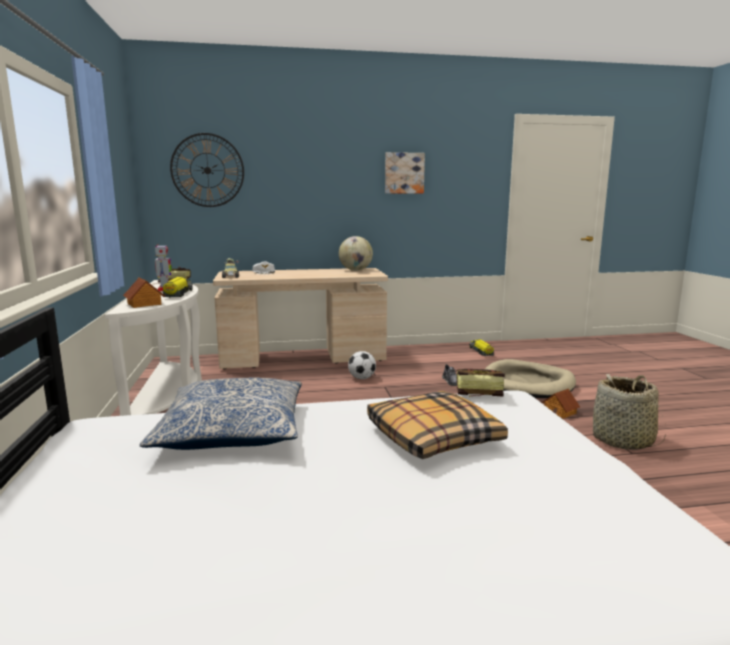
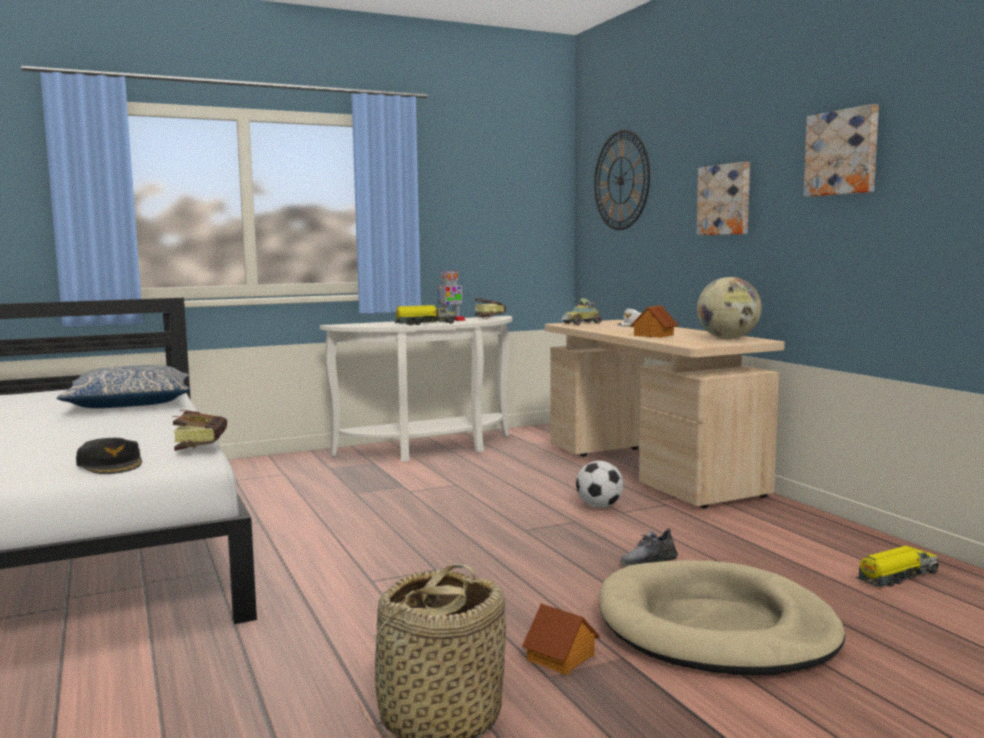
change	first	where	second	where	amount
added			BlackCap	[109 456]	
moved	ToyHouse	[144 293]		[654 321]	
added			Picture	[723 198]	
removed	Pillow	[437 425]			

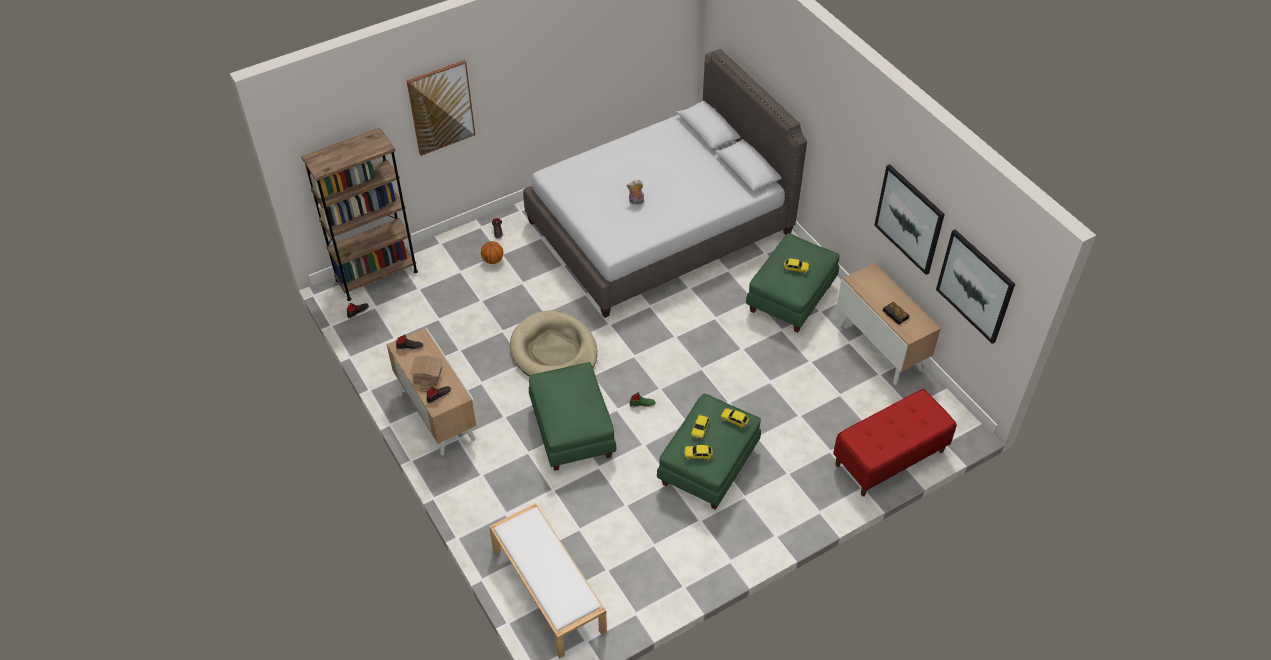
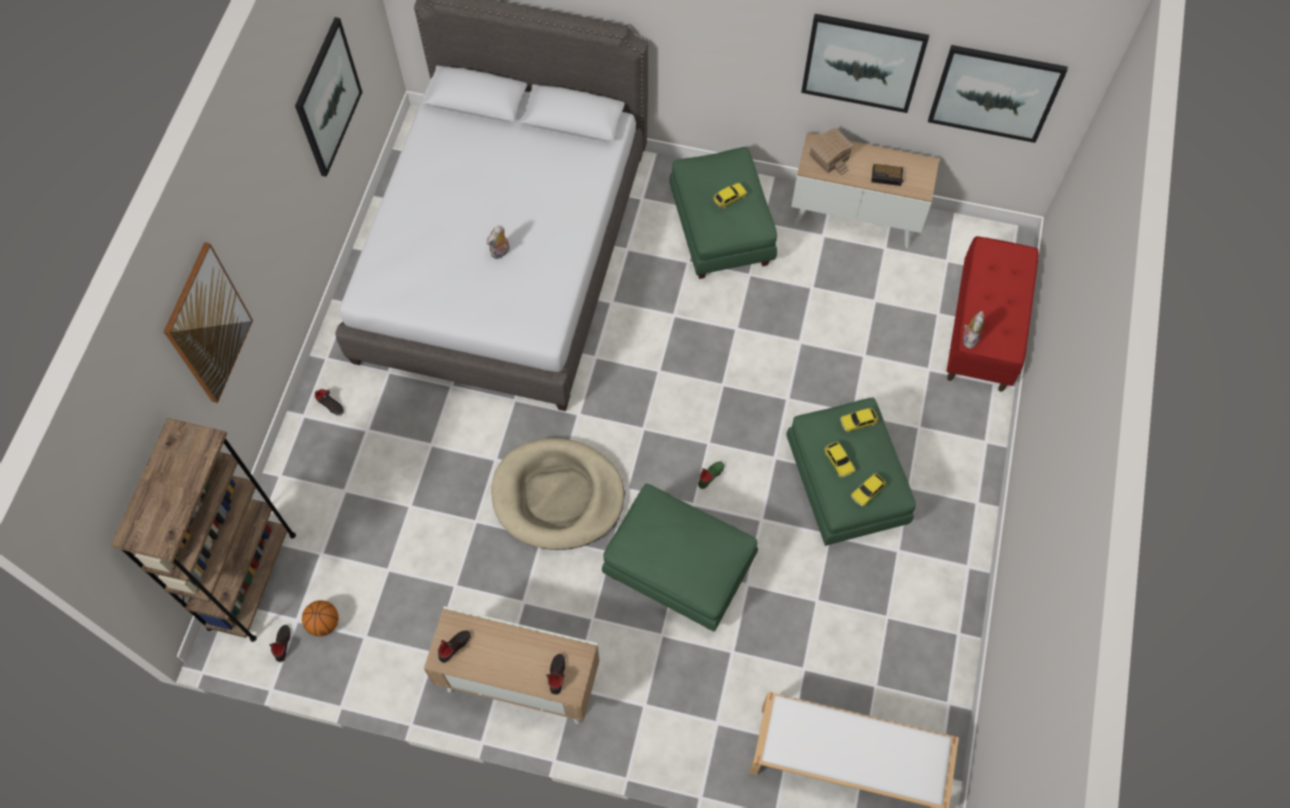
change	first	where	second	where	amount
added			Picture	[328 97]	
moved	Basketball	[492 252]		[320 618]	
moved	ToyHouse	[426 374]		[831 151]	
added			PlushToy	[973 329]	

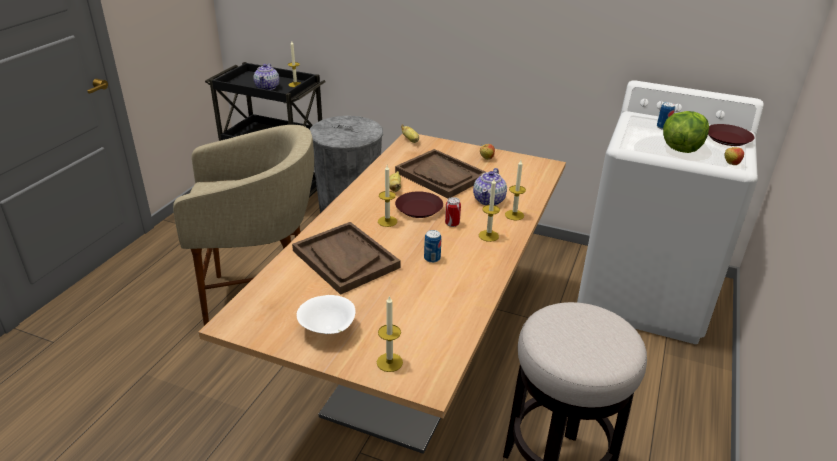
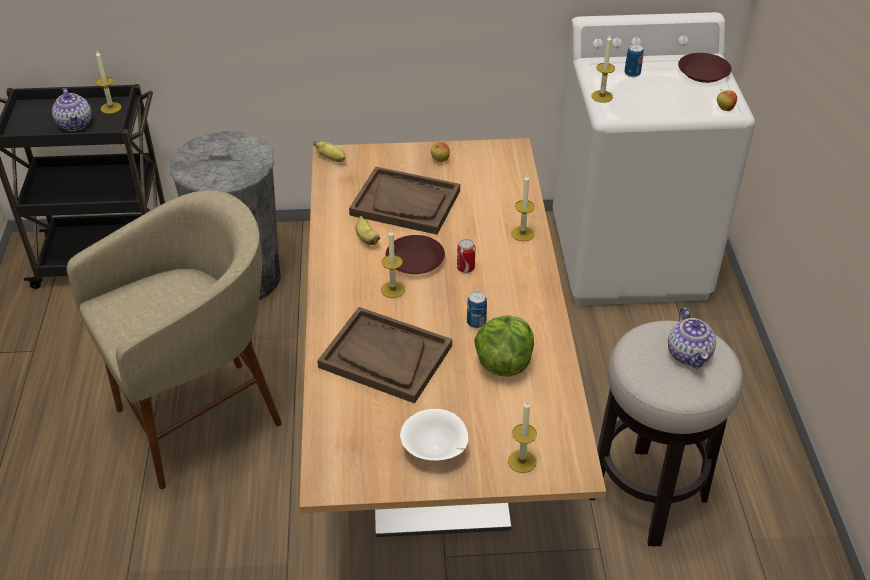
change	first	where	second	where	amount
moved	Lettuce	[686 132]		[504 346]	
moved	Candle	[489 210]		[603 69]	
moved	Teapot	[490 186]		[692 338]	

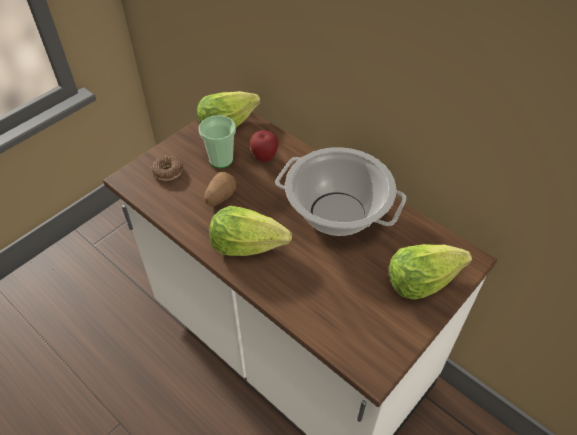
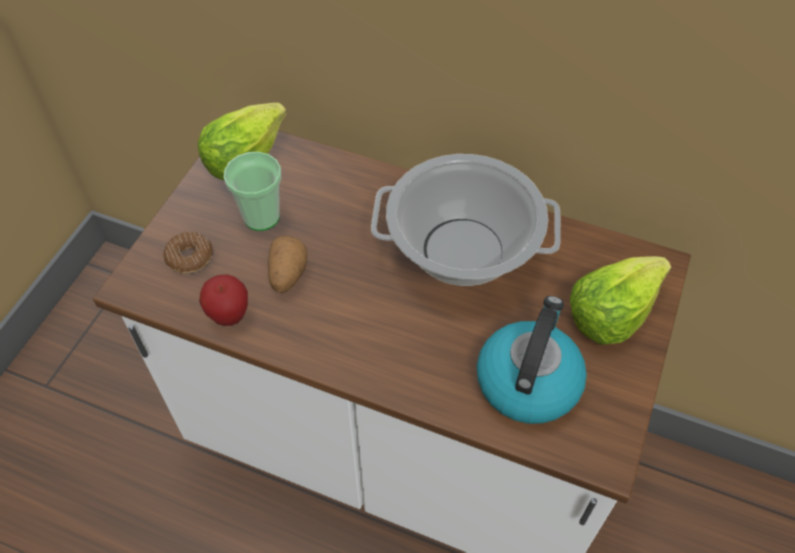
change	first	where	second	where	amount
moved	Apple	[264 146]		[223 300]	
added			Kettle	[532 360]	
removed	Lettuce	[250 231]			

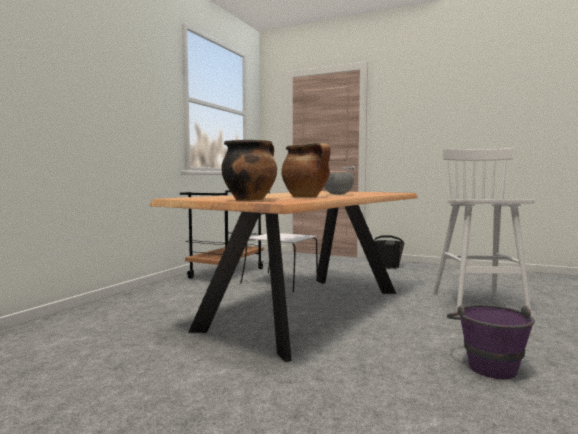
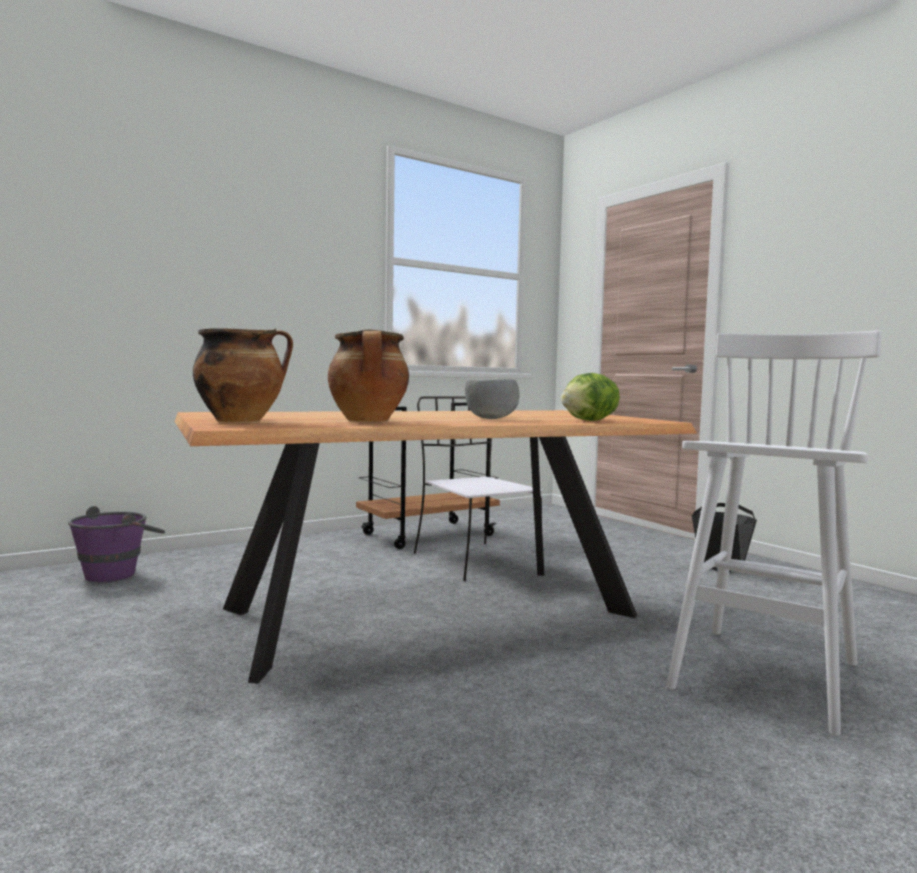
change	first	where	second	where	amount
moved	PurpleBucket	[491 341]		[116 544]	
added			Lettuce	[590 397]	

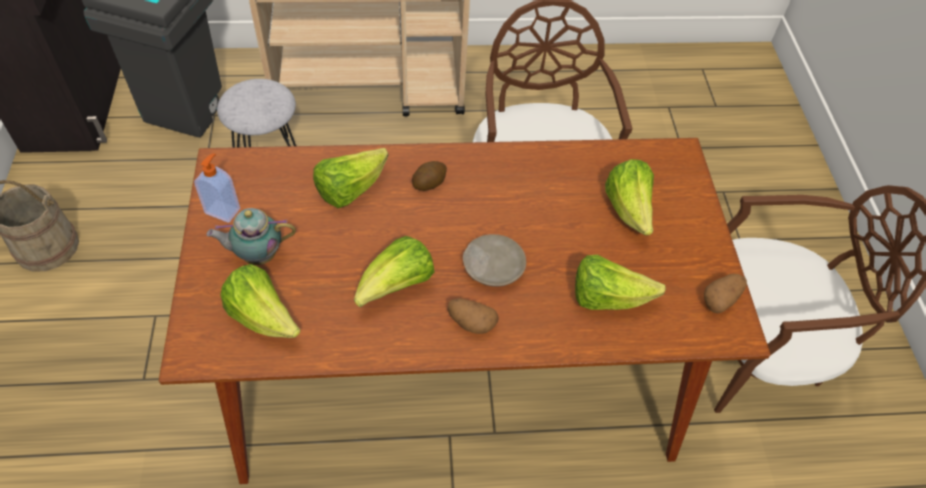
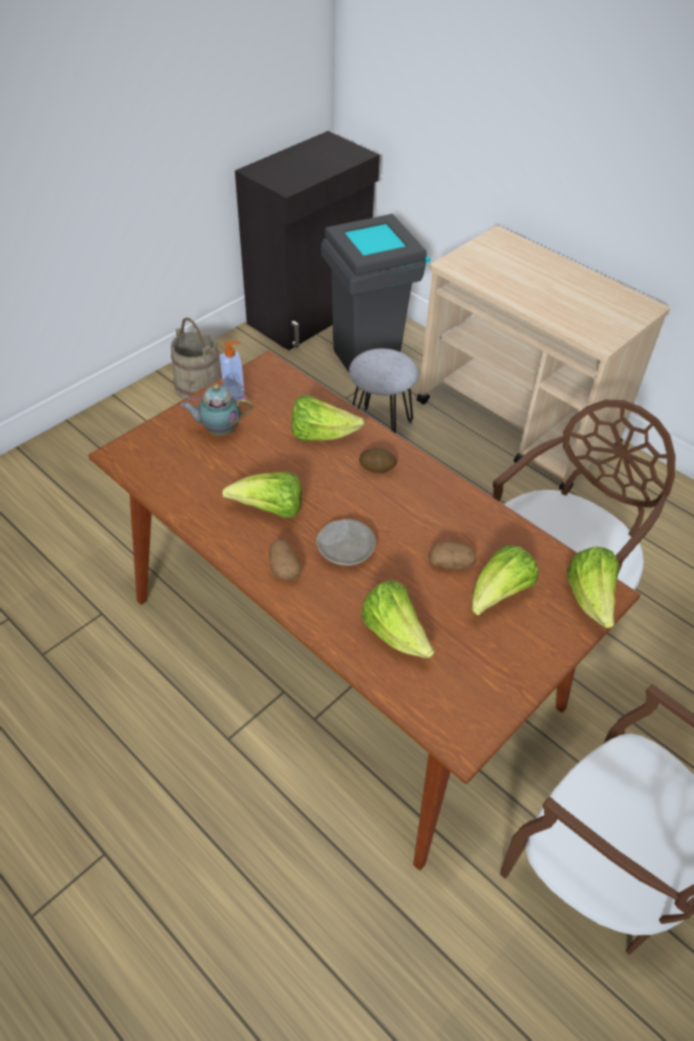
change	first	where	second	where	amount
turned	Teapot	[251 236]		[217 410]	45 degrees counterclockwise
moved	Potato	[725 293]		[452 555]	
moved	Lettuce	[260 301]		[593 587]	

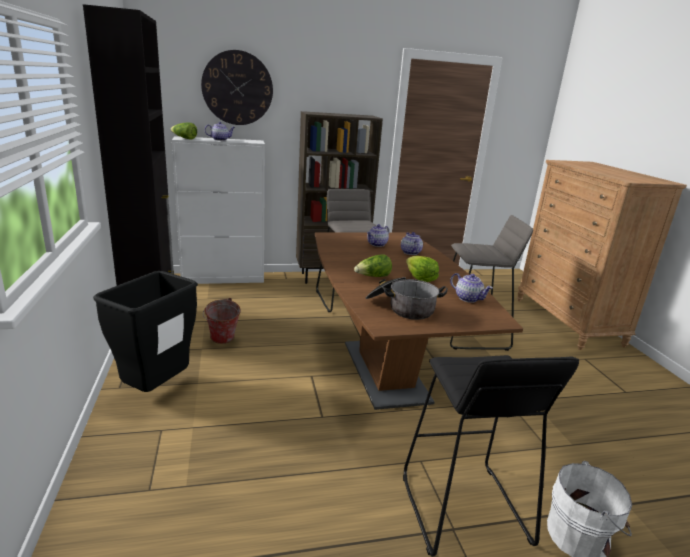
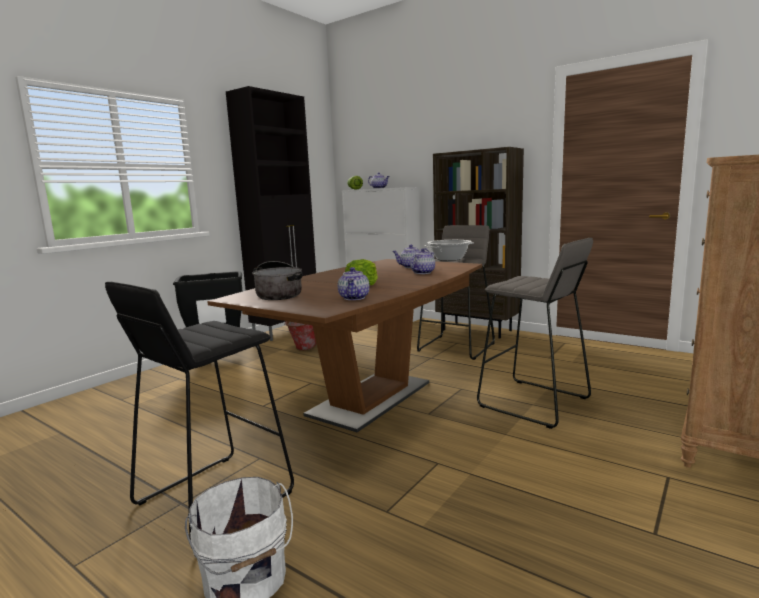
change	first	where	second	where	amount
added			CookingPot	[449 250]	
removed	WallClock	[237 87]			
removed	Lettuce	[373 266]			

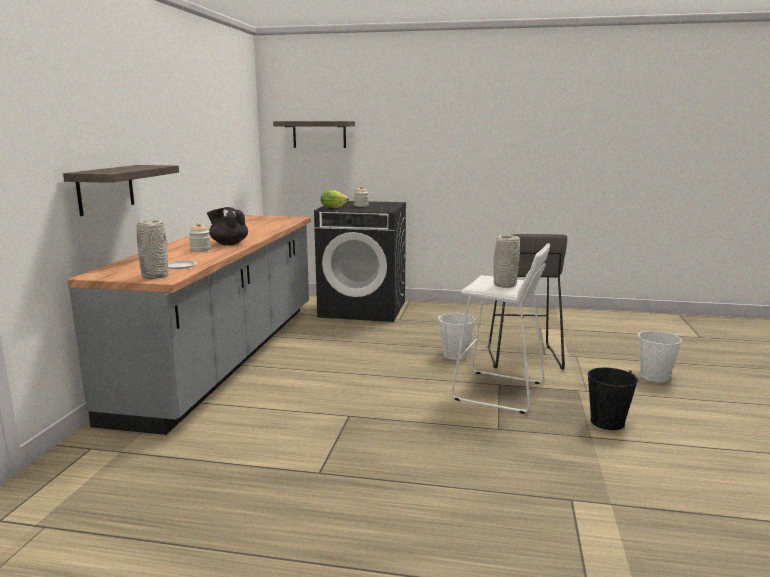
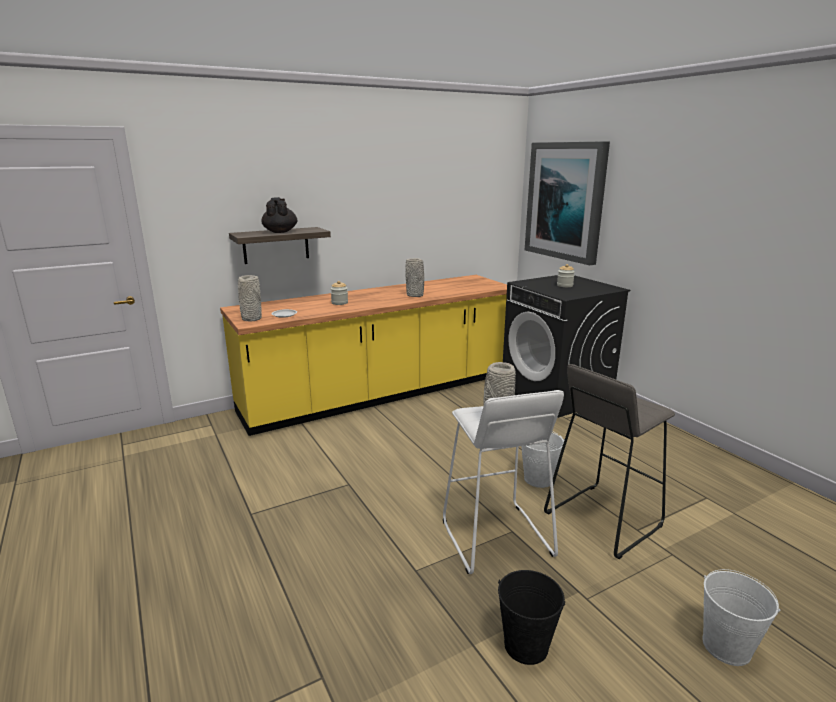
change	first	where	second	where	amount
recoloured	GreyCounter	[189 325]	YellowCounter	[363 355]	
moved	BlackTeapot	[227 226]		[279 215]	
added			GreyVase	[415 277]	
replaced	Shelf	[314 134]	Picture	[567 203]	
removed	Lettuce	[335 199]			

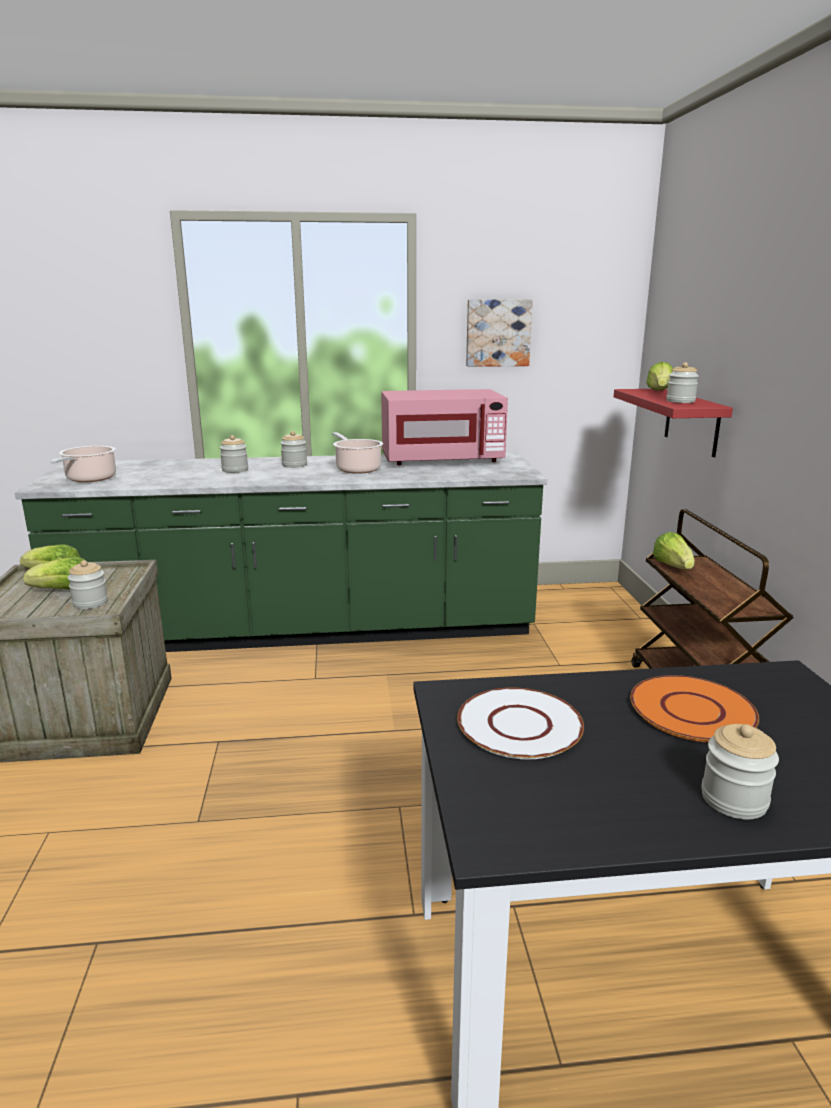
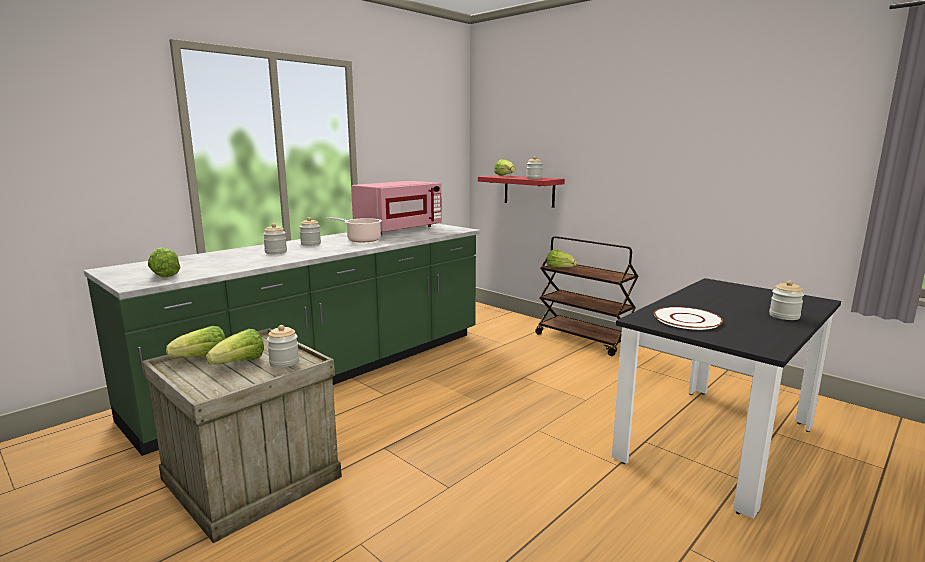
change	first	where	second	where	amount
replaced	CookingPot	[83 464]	Lettuce	[164 262]	
removed	Picture	[499 333]			
removed	OrangePlate	[694 708]			

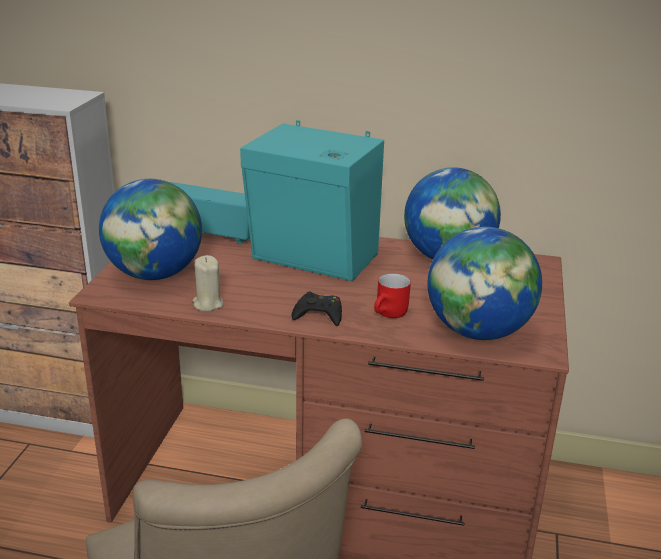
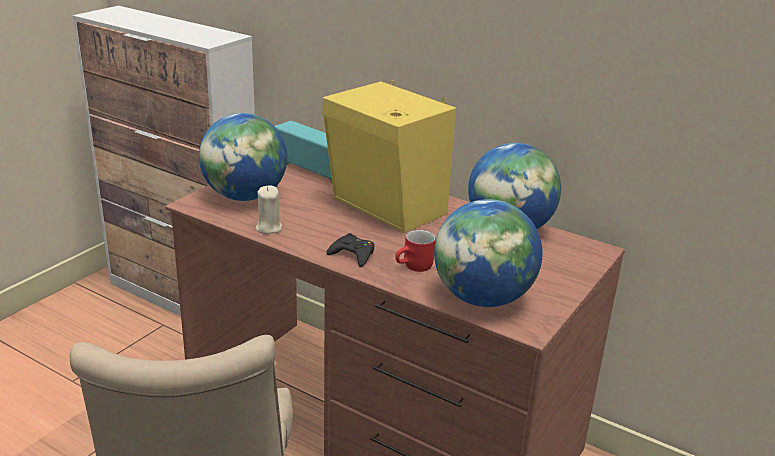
change	first	where	second	where	amount
recoloured	TurquoiseSpeaker	[312 200]	YellowSpeaker	[389 156]	

